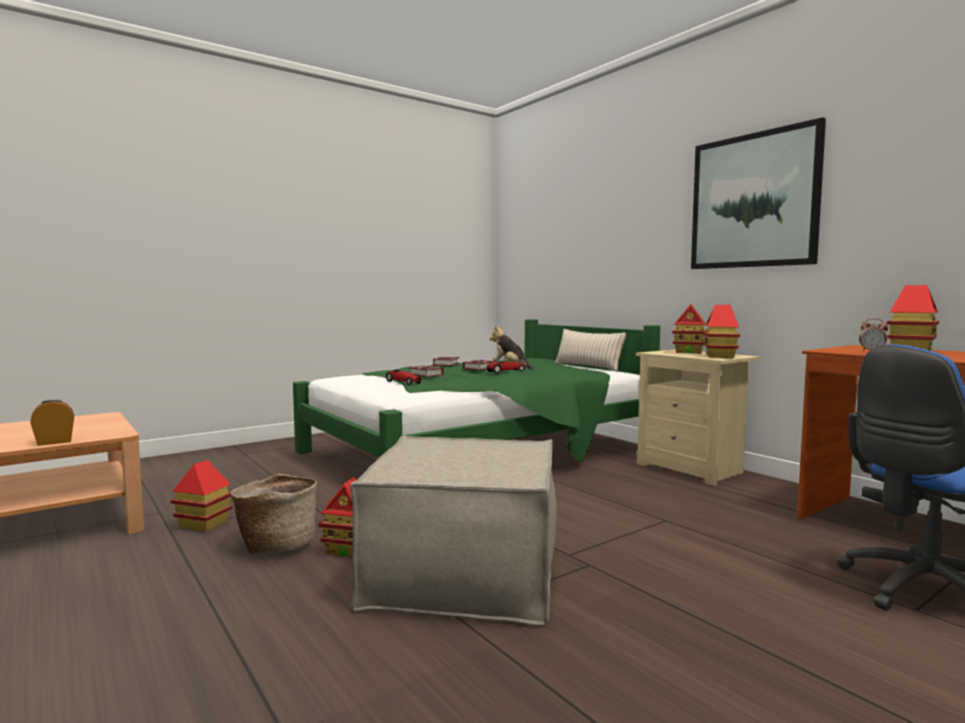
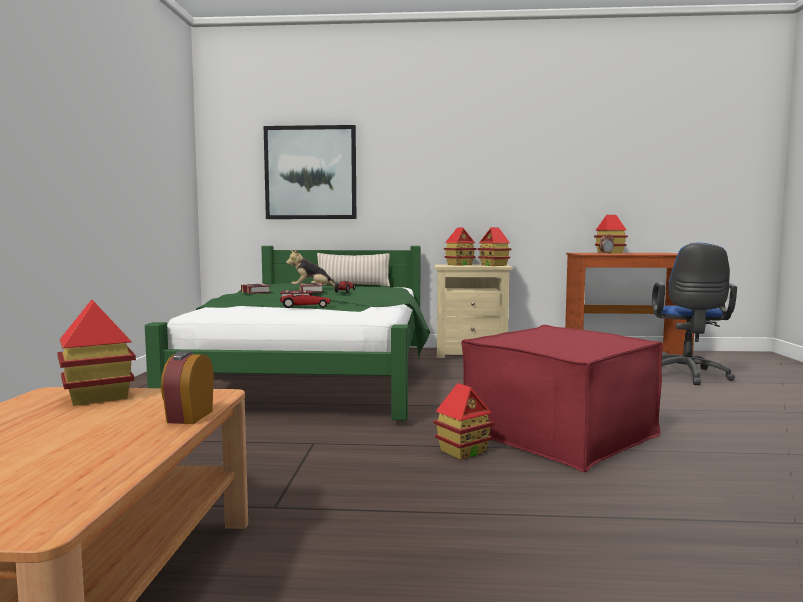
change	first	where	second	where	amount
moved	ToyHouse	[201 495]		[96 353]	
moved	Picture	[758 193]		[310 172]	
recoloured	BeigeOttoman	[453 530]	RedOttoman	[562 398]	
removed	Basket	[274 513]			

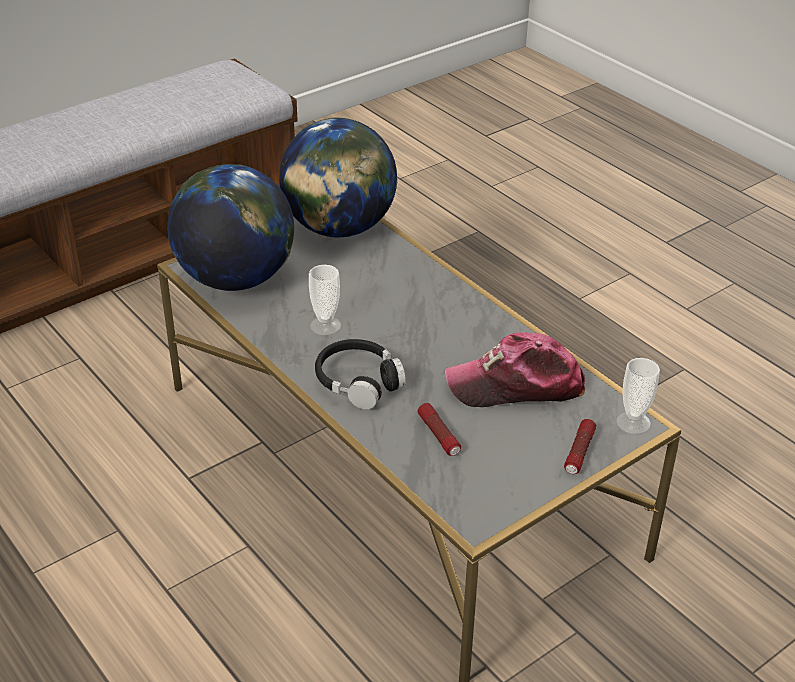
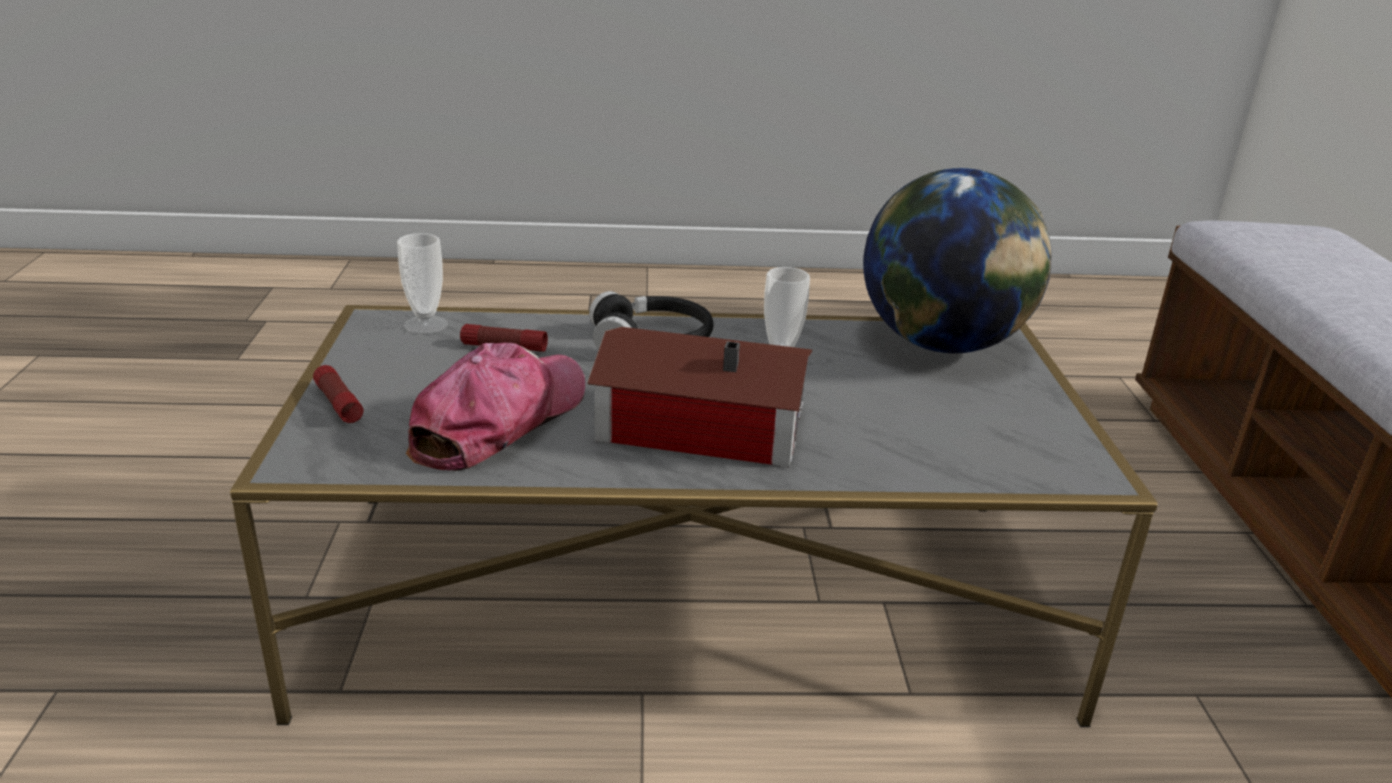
change	first	where	second	where	amount
moved	Cup	[638 396]		[422 283]	
added			ToyHouse	[699 397]	
removed	Globe	[338 177]			

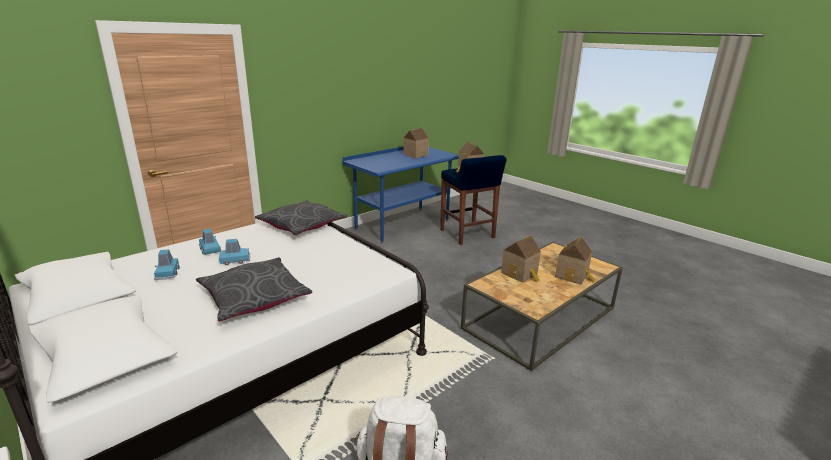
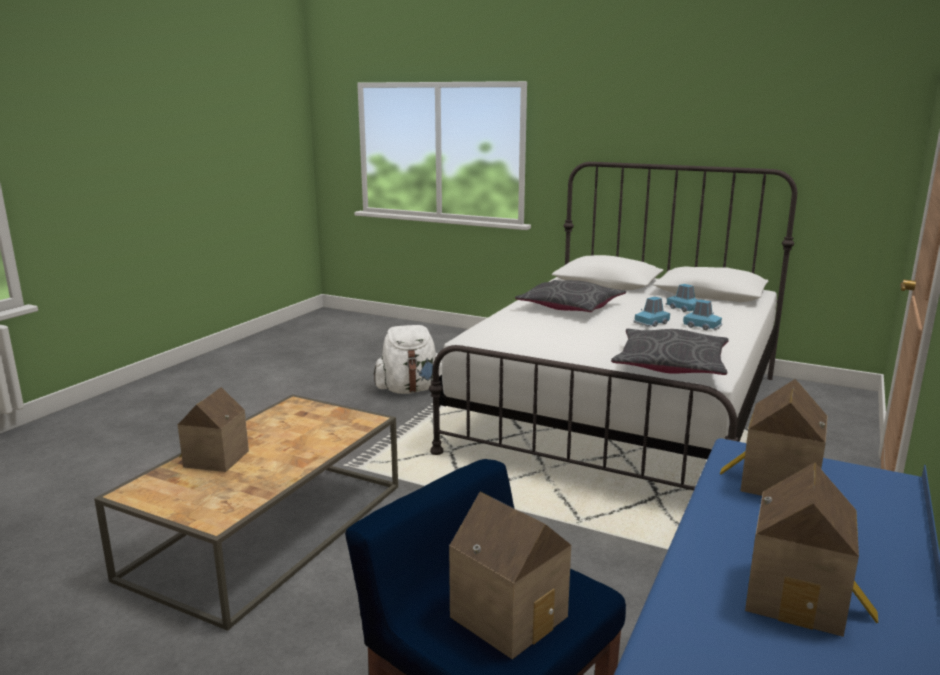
change	first	where	second	where	amount
moved	ToyHouse	[521 259]		[774 437]	

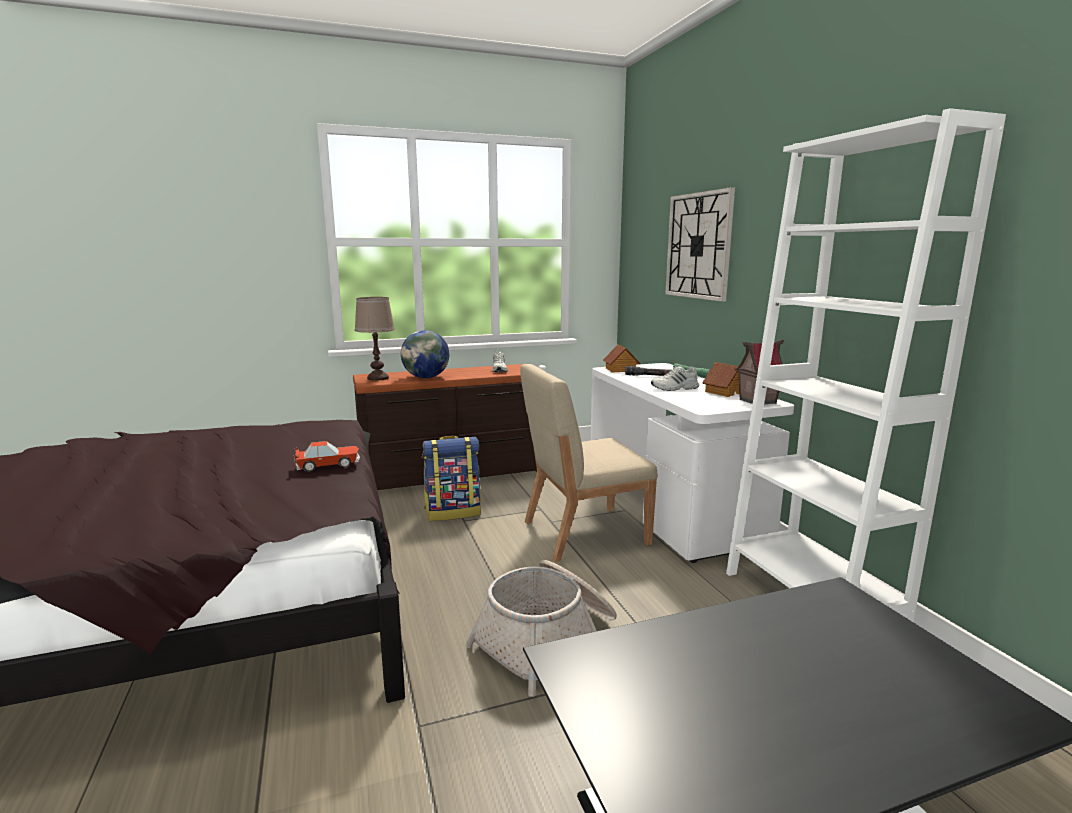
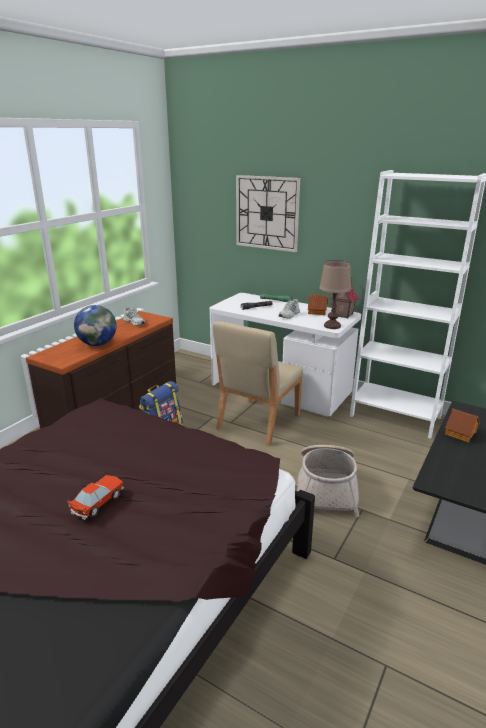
change	first	where	second	where	amount
moved	ToyCar	[327 456]		[95 497]	
moved	BrownTableLamp	[375 339]		[335 294]	
moved	ToyHouse	[621 358]		[462 425]	

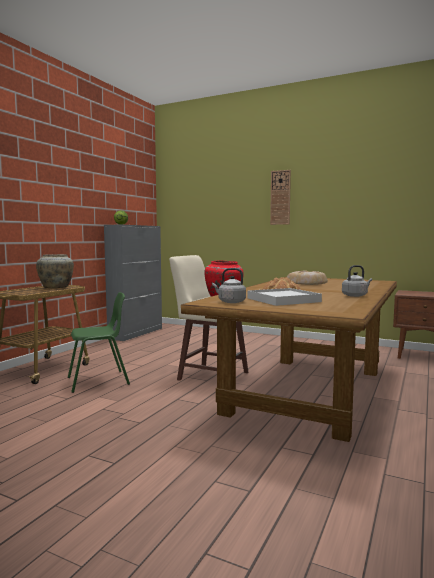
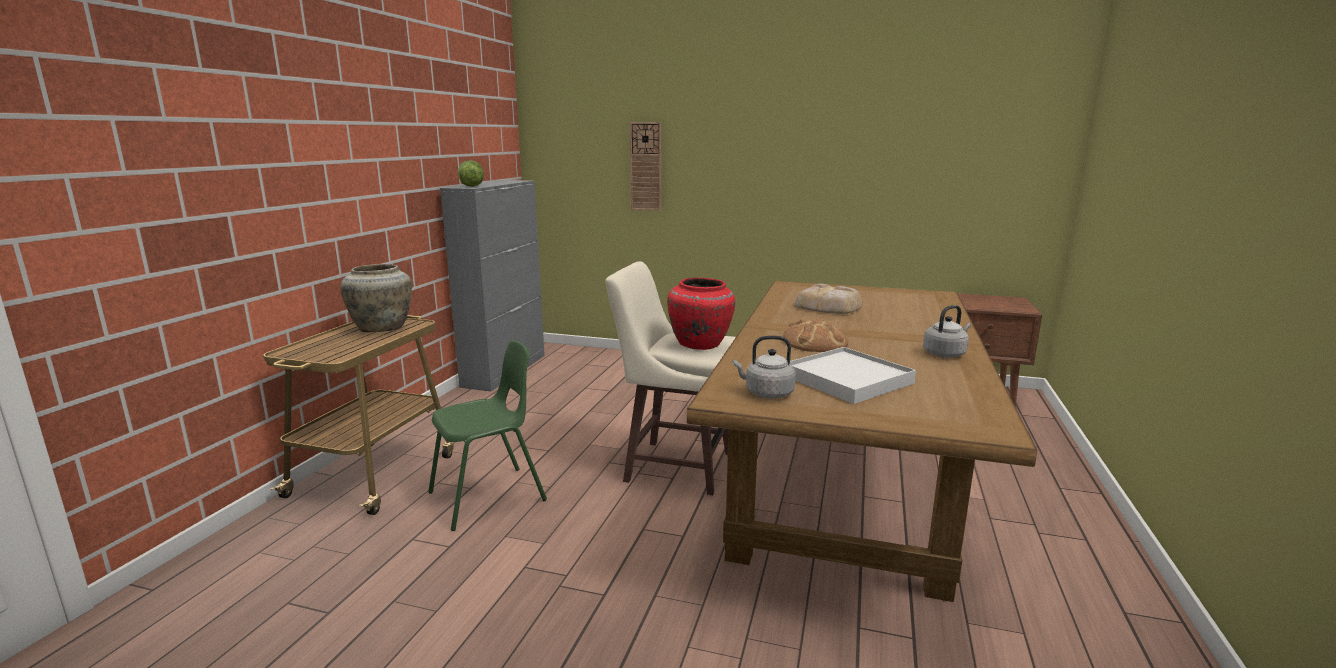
change	first	where	second	where	amount
moved	WallClock	[280 197]		[645 166]	

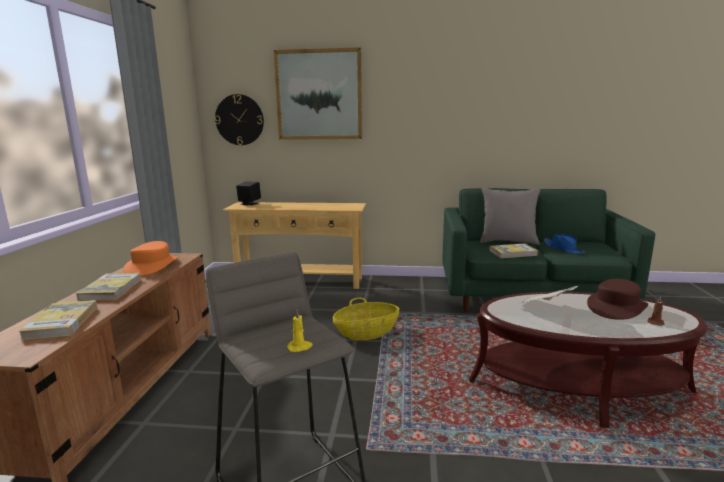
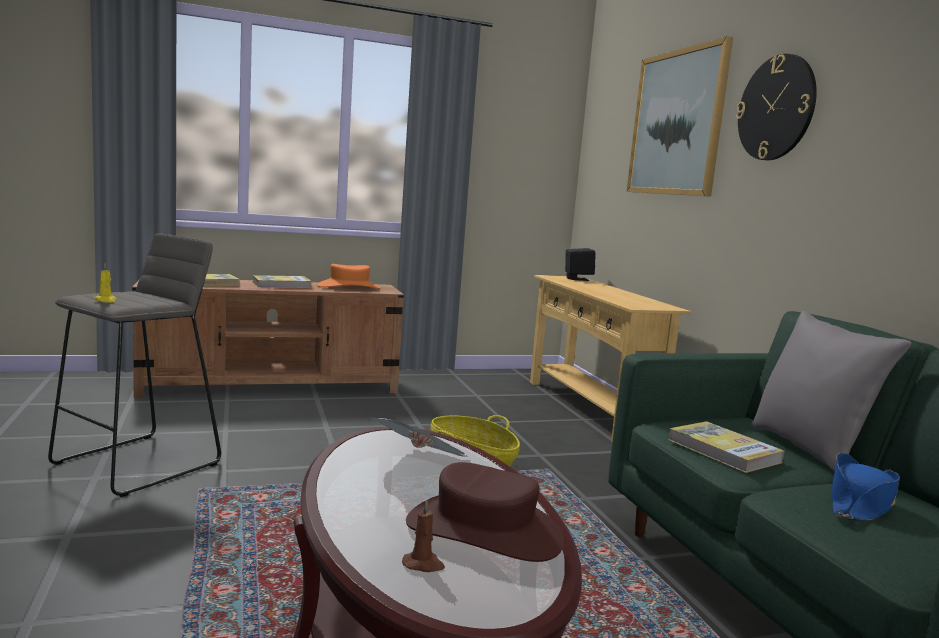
change	first	where	second	where	amount
moved	WallClock	[239 119]		[776 107]	

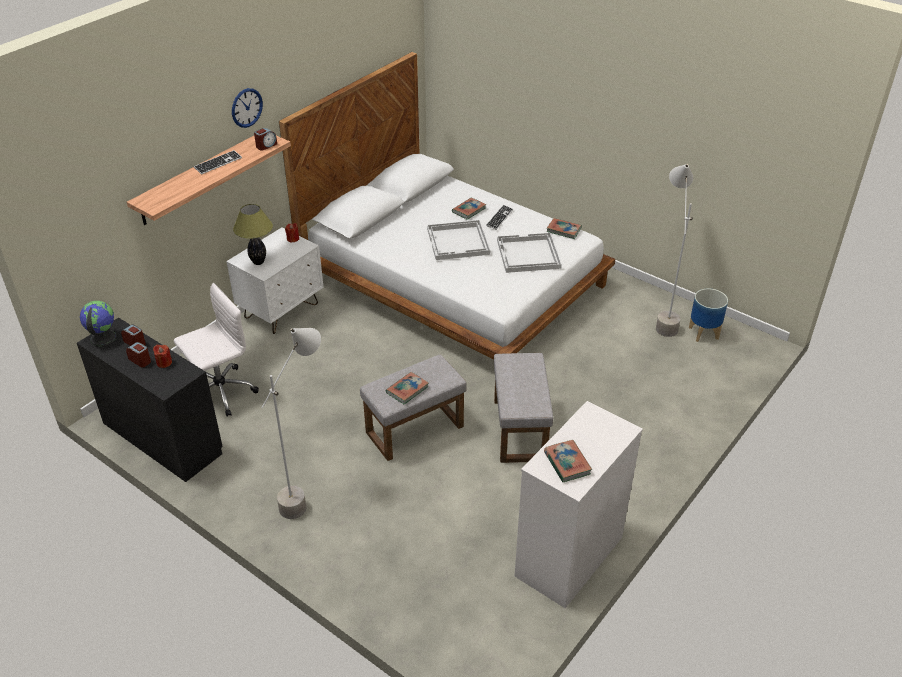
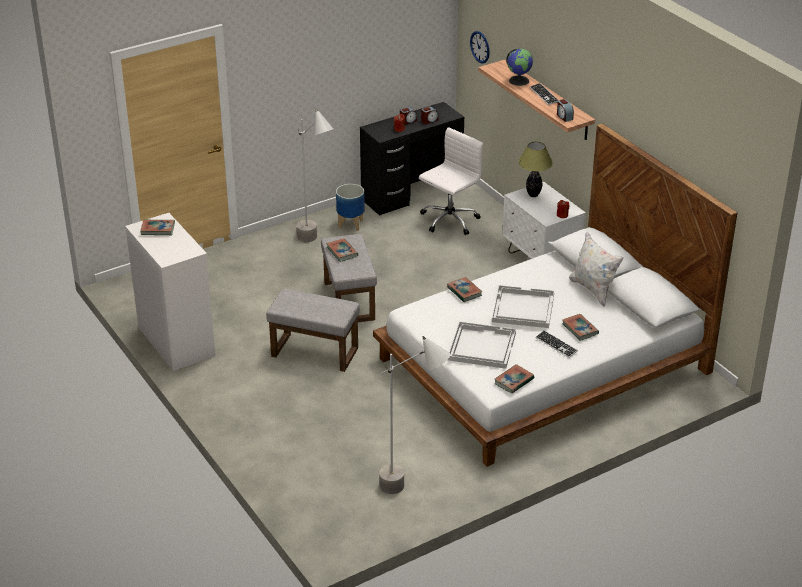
change	first	where	second	where	amount
moved	Planter	[708 315]		[350 207]	
turned	WhiteOfficeChair	[216 350]		[451 181]	120 degrees counterclockwise
added			Book	[464 289]	
moved	WallClock	[247 108]		[480 47]	
moved	Globe	[98 323]		[519 67]	
added			WhitePillow	[596 269]	

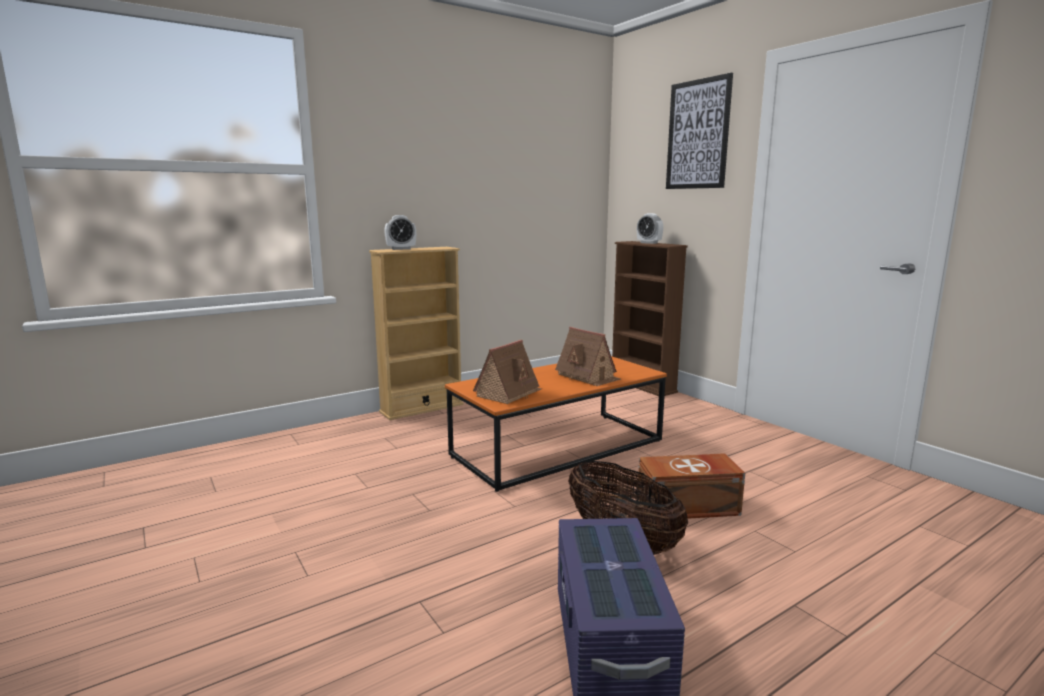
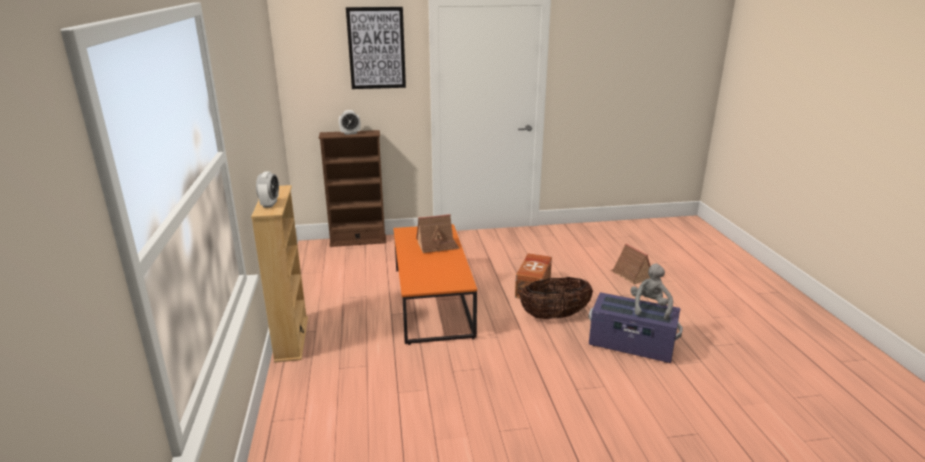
change	first	where	second	where	amount
moved	ToyHouse	[507 372]		[630 264]	
added			GreyPlushToy	[652 292]	

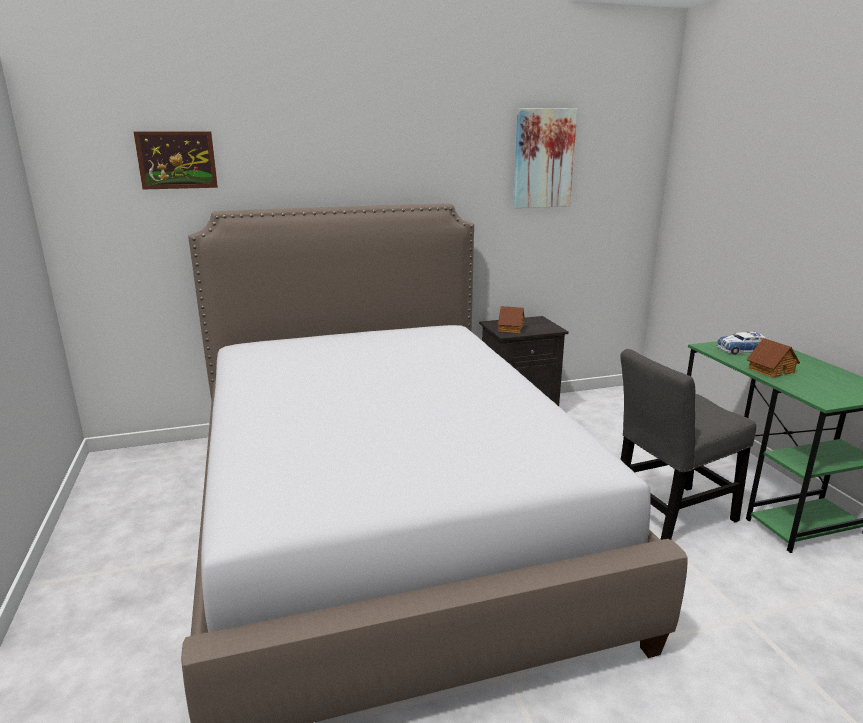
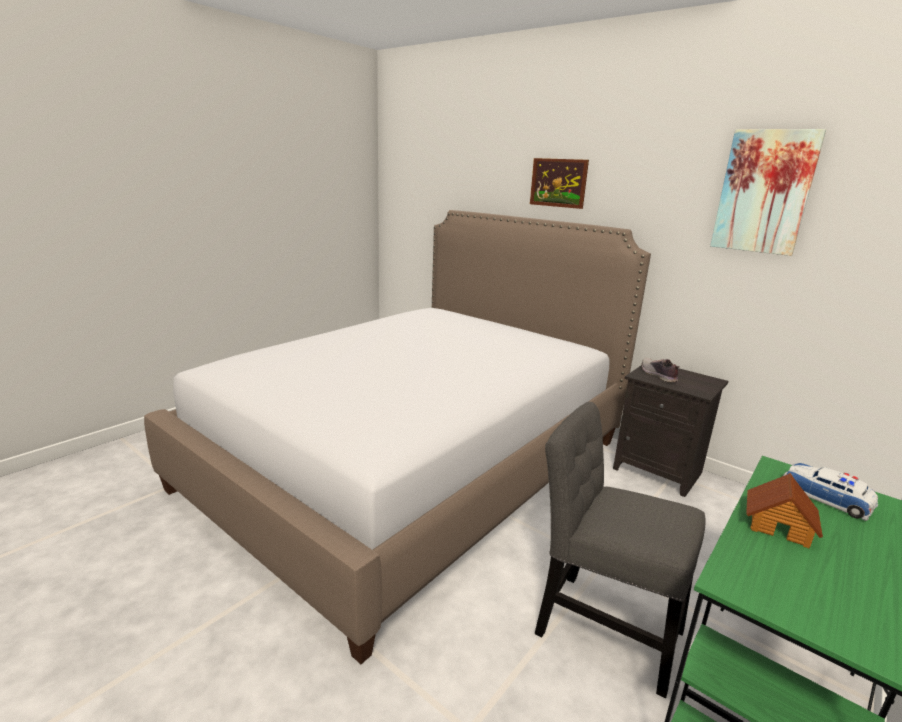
change	first	where	second	where	amount
moved	Picture	[176 160]		[559 183]	
replaced	ToyHouse	[511 319]	Shoe	[661 370]	

